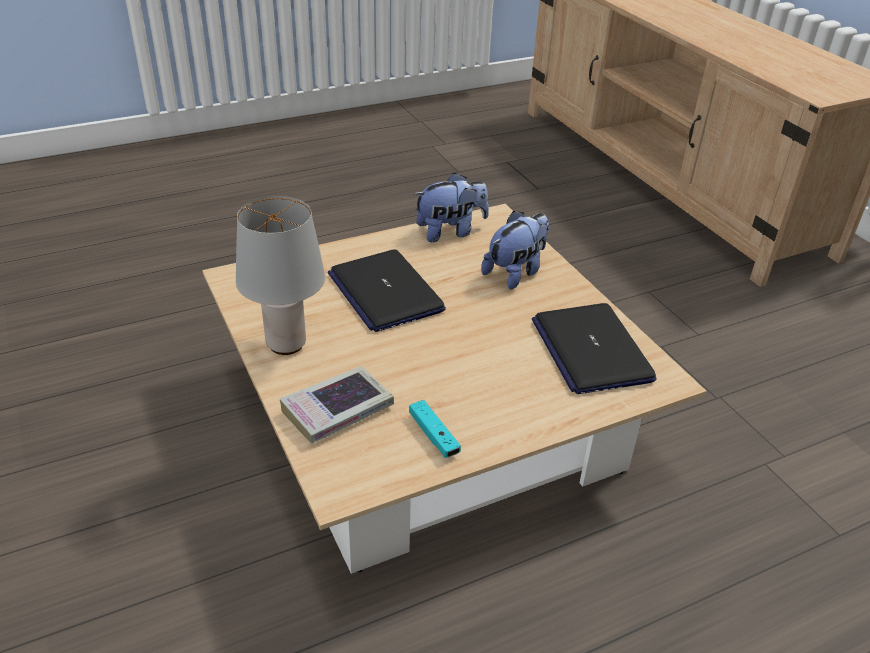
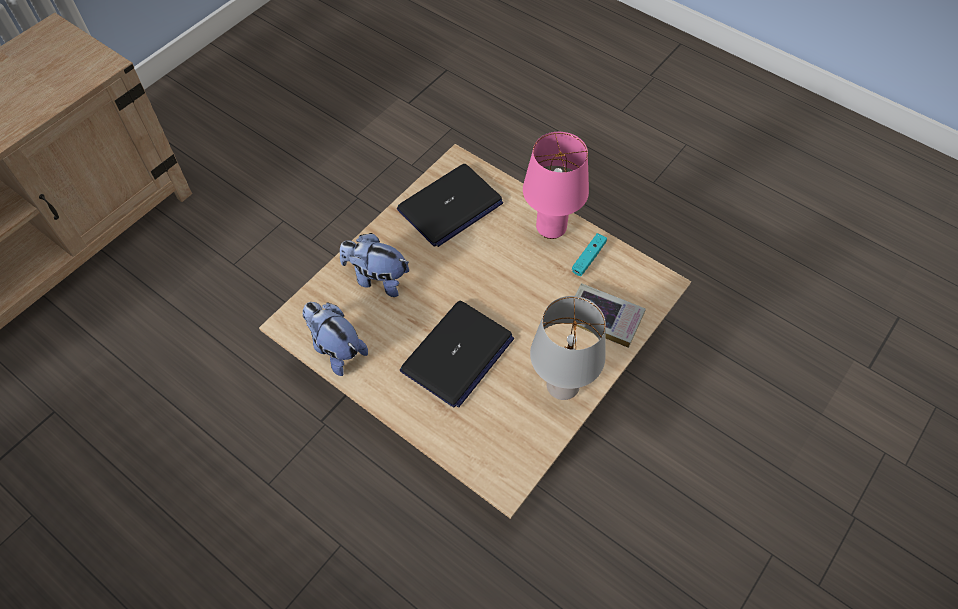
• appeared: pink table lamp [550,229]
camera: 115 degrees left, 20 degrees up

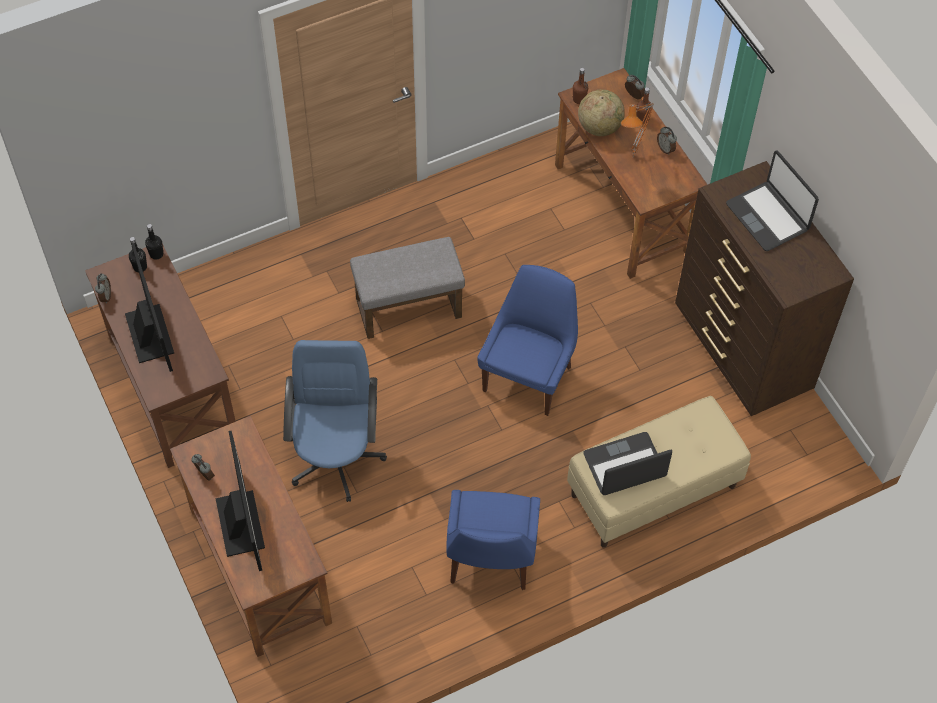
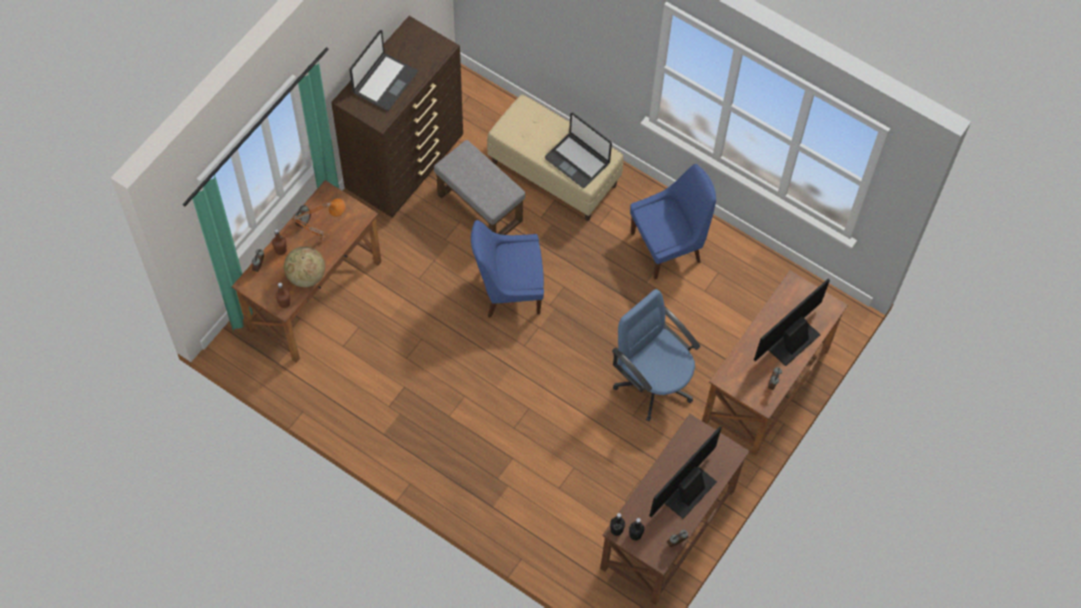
• spun: blue office chair [336,457] = [653,382] 75 degrees clockwise
• relocated: grey ottoman [407,309] to [481,208]
camera: 120 degrees left, 5 degrees up

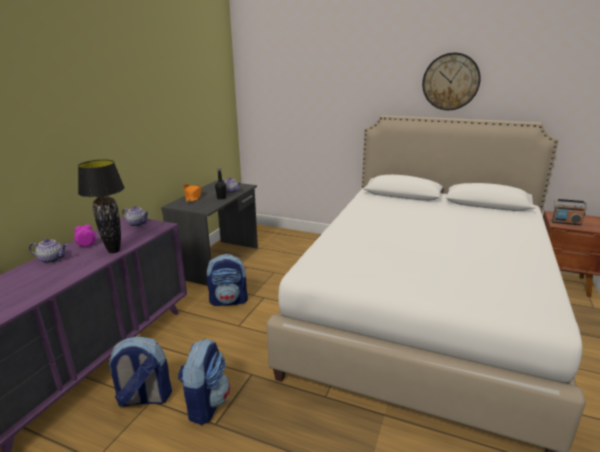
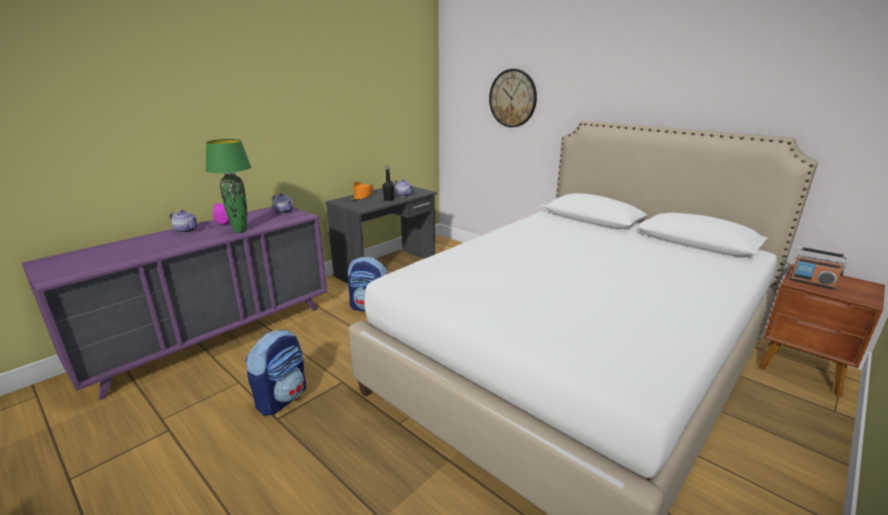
• colour: black table lamp [114,251] to green table lamp [240,231]
• missing: backpack [144,398]
• relocated: wall clock [450,81] to [513,98]
camera: 20 degrees right, 0 degrees up

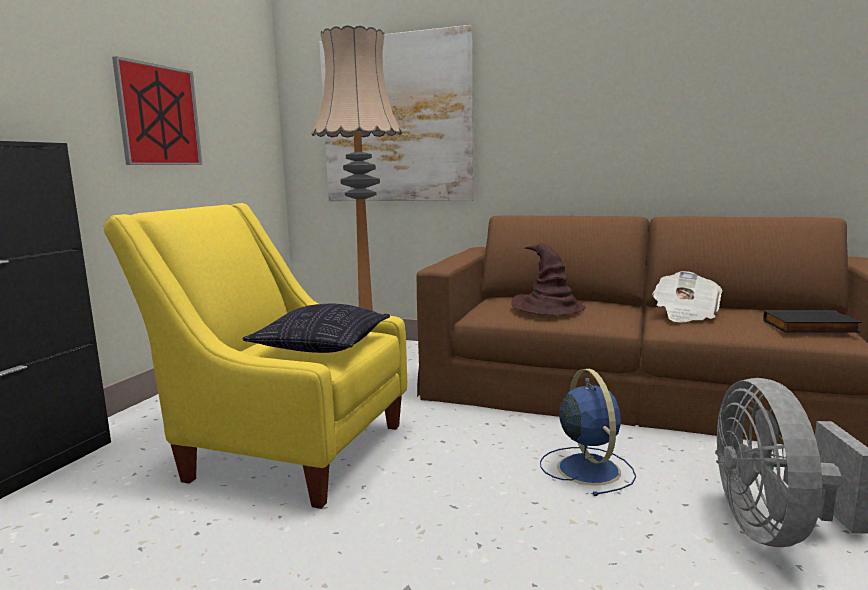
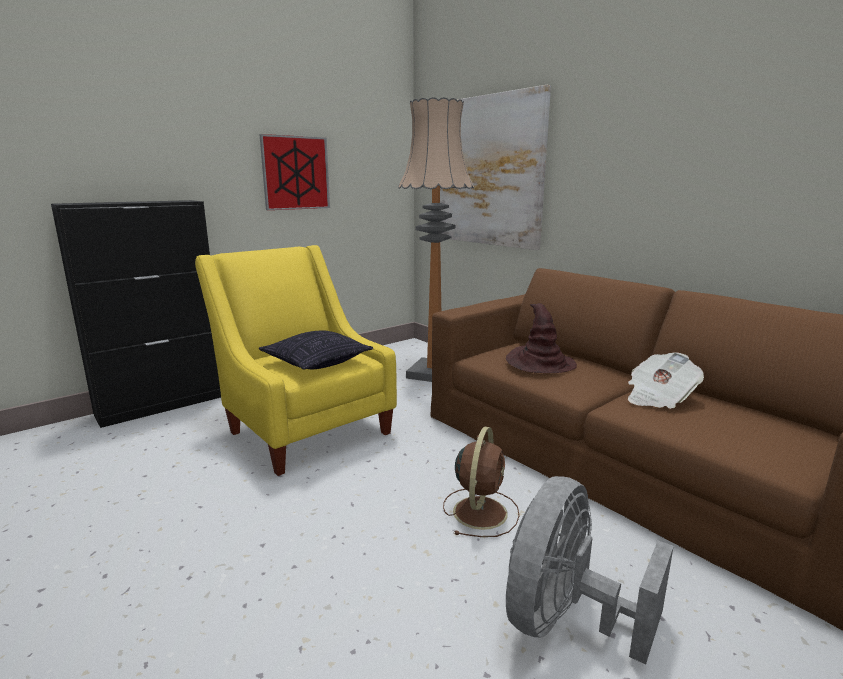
• colour: blue fan [587,468] to brown fan [480,511]
• missing: black book [810,327]
camera: 30 degrees right, 5 degrees up

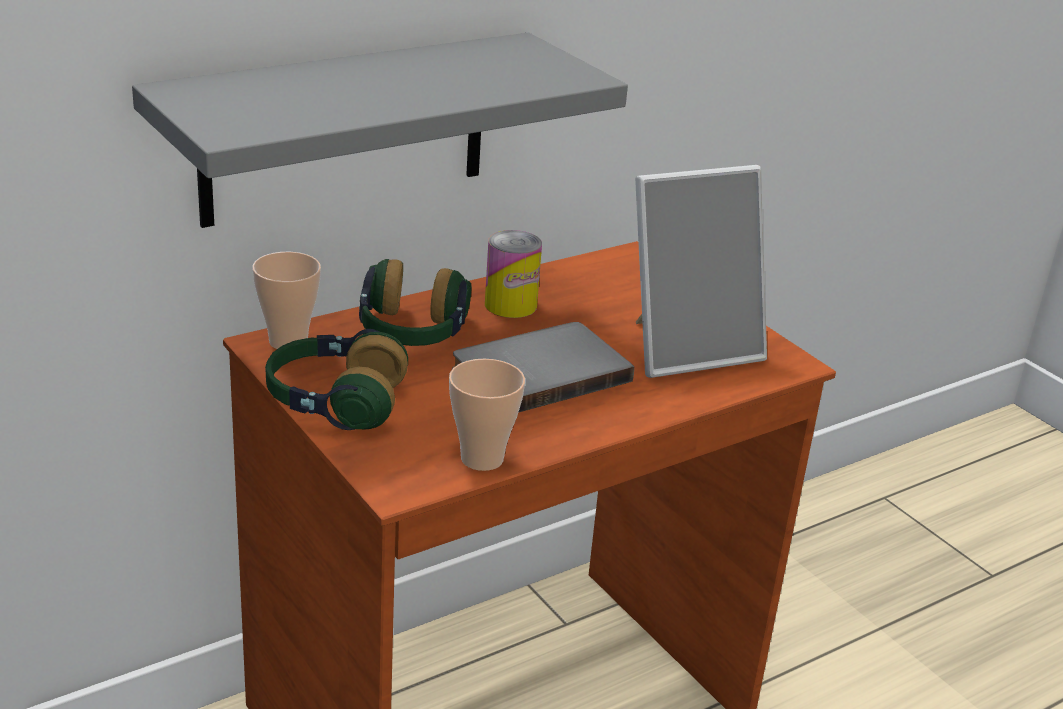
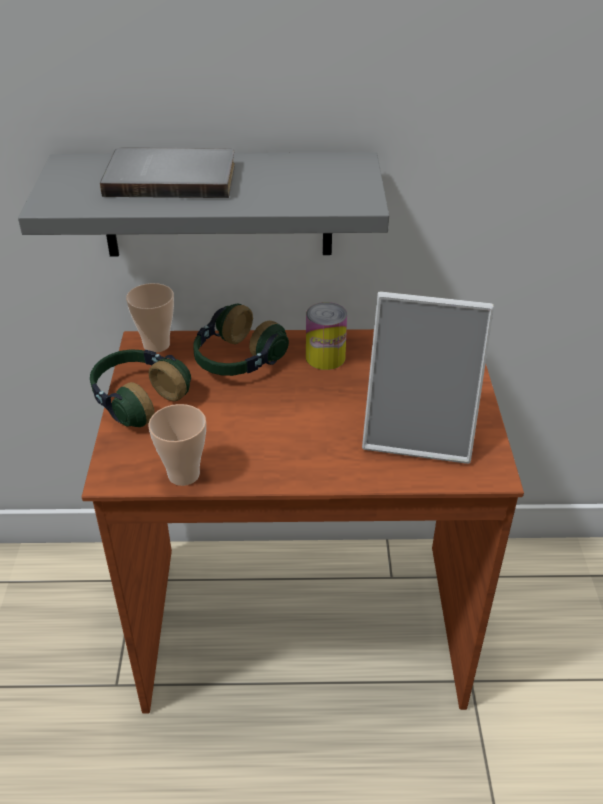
• relocated: grey book [538,372] to [171,177]
camera: 35 degrees right, 10 degrees up

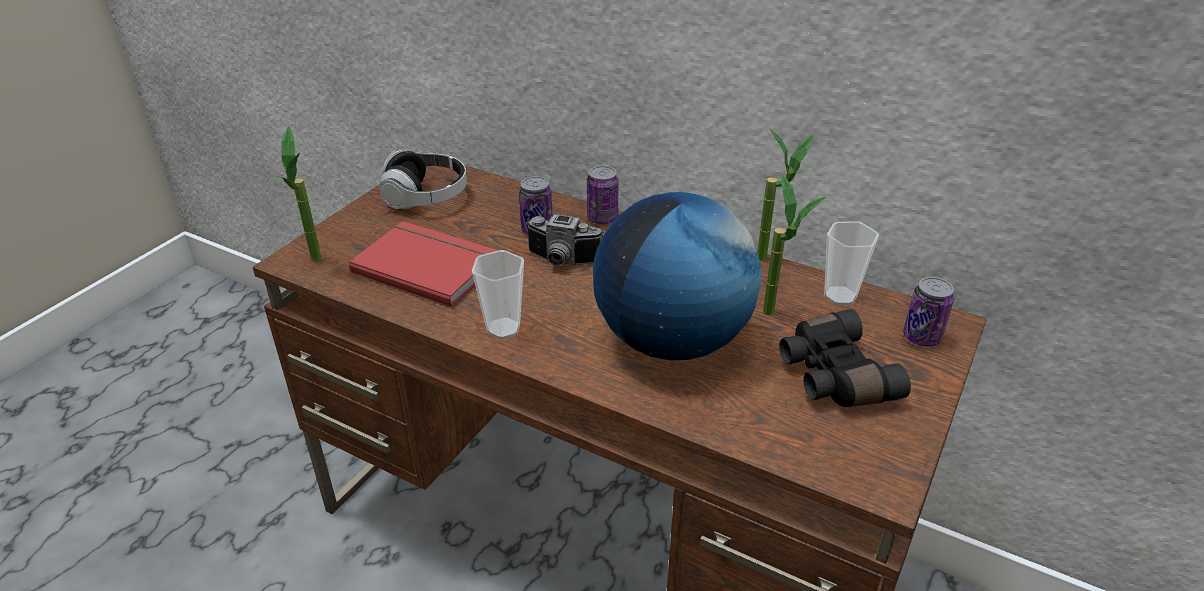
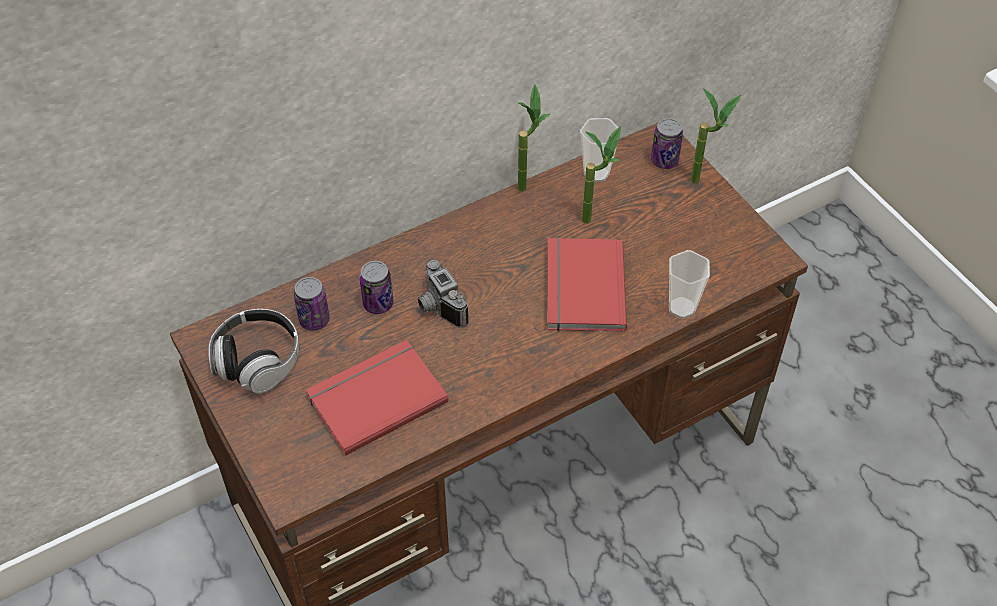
• relocated: potted plant [317,264] to [704,181]
• relocated: cup [503,329] to [681,308]
• spun: photo camera [562,262] = [438,307] 105 degrees clockwise
• relocated: can [602,218] to [314,320]
• exchanged: globe [672,341] to red book [581,288]
• missing: black binoculars [832,376]
camera: 60 degrees left, 15 degrees up

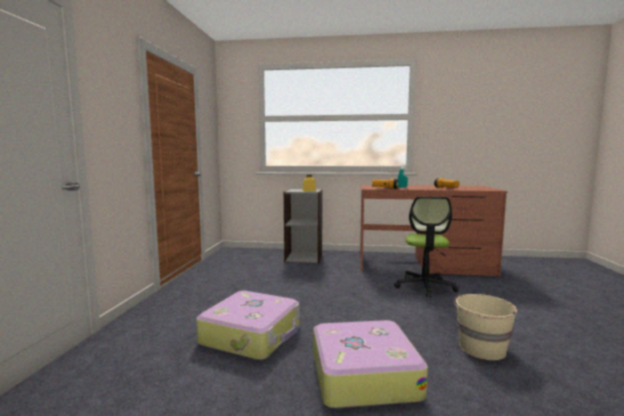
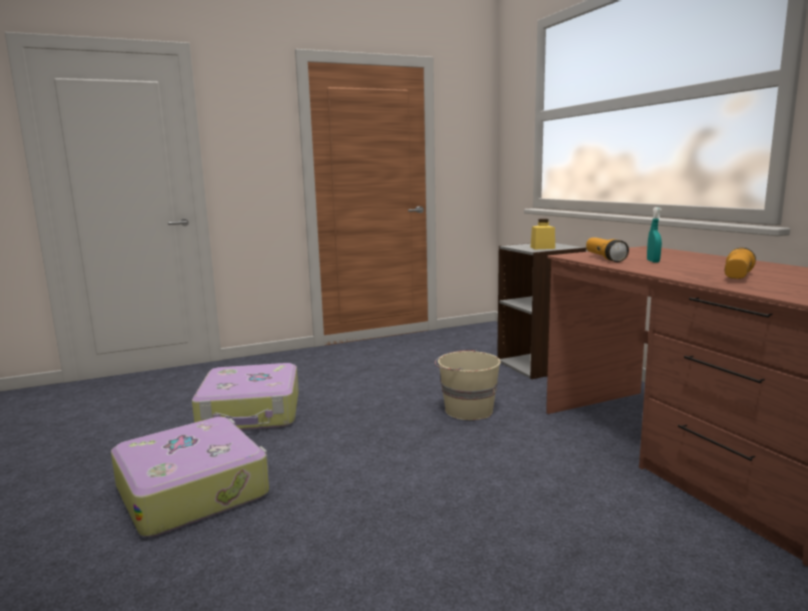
• missing: office chair [425,286]
• relocated: beige bucket [482,349] to [467,410]
camera: 60 degrees right, 5 degrees up

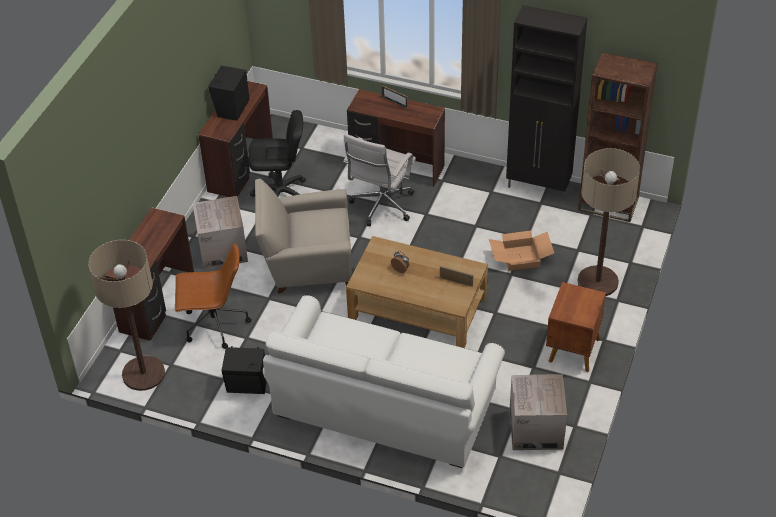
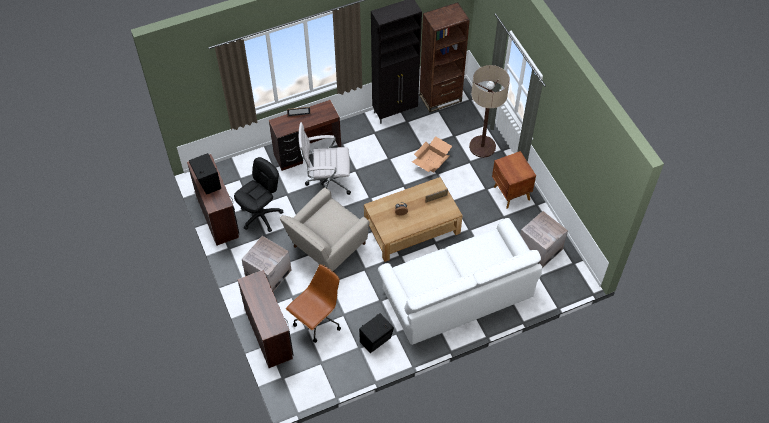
• missing: floor lamp [143,373]
• spun: white office chair [381,207] = [327,183] 105 degrees clockwise
camera: 45 degrees left, 10 degrees up

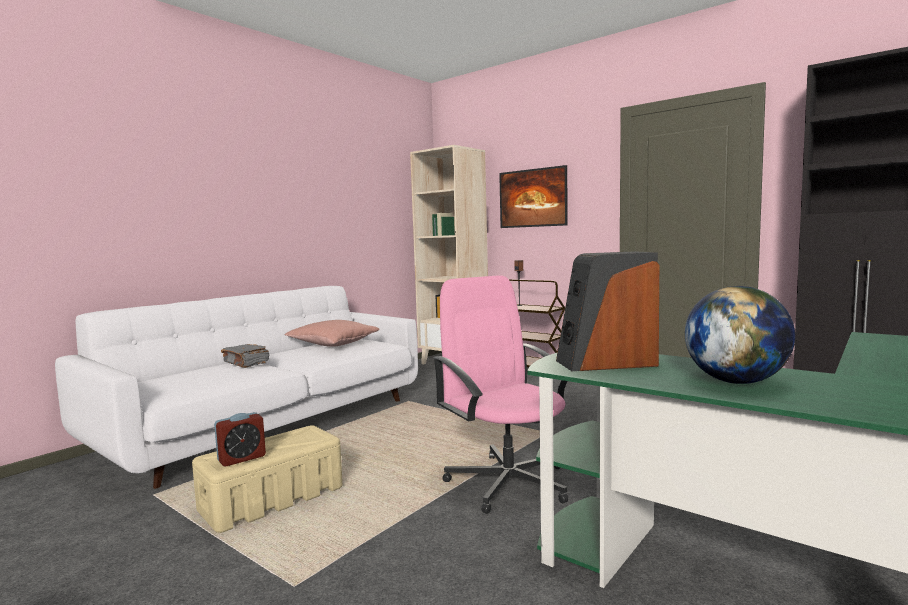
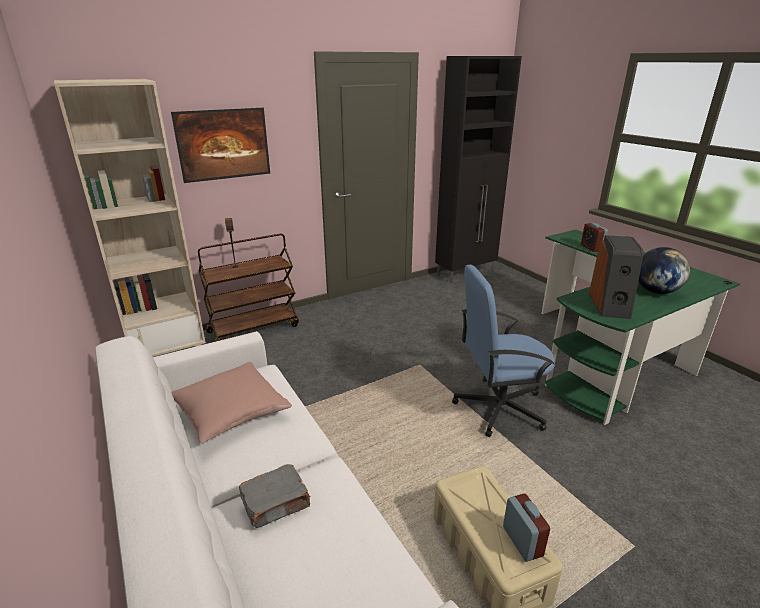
• colour: pink office chair [508,481] to blue office chair [498,407]
• appeared: alarm clock [591,248]
camera: 70 degrees left, 20 degrees up

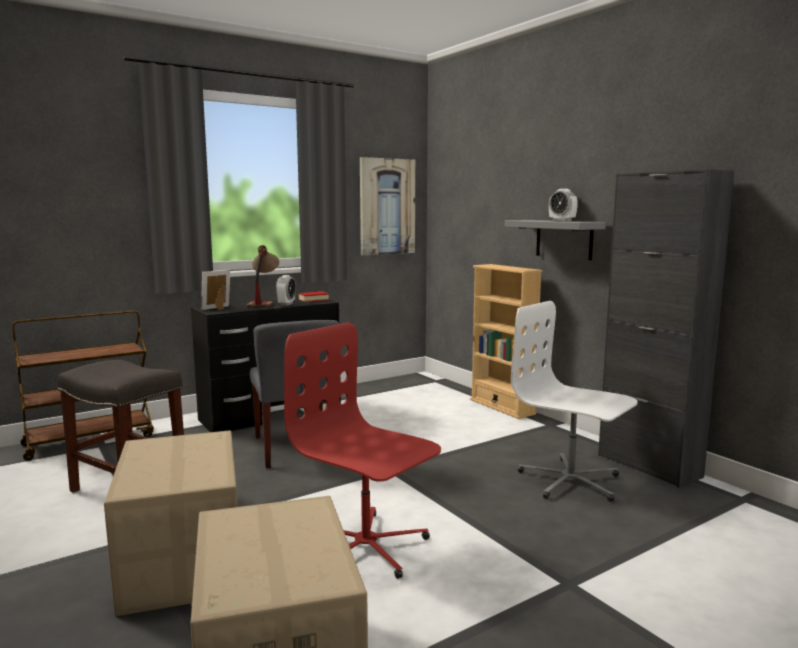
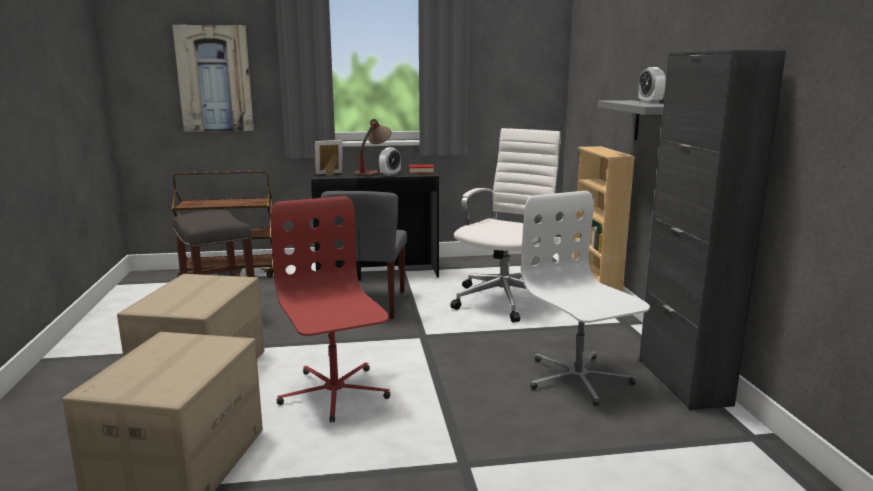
• relocated: picture [387,206] to [214,79]
• appeared: white office chair [506,299]
camera: 25 degrees right, 5 degrees up

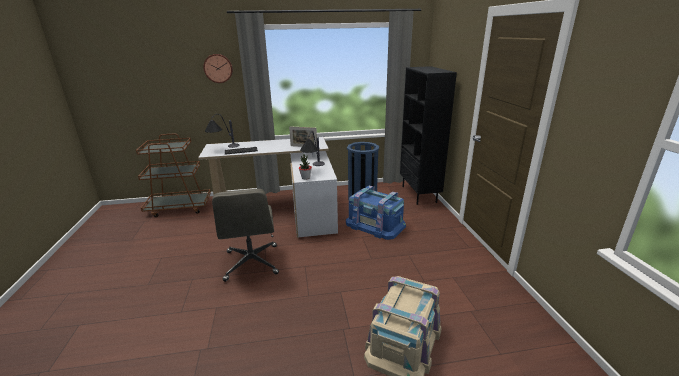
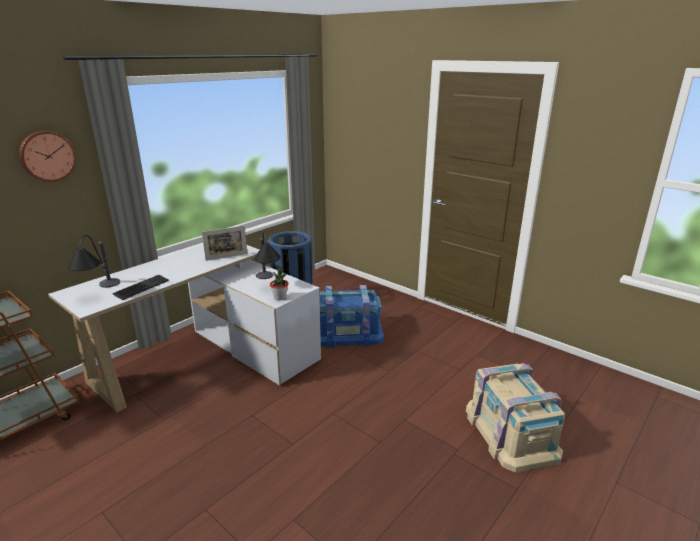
• missing: grey office chair [252,263]
• missing: black bookcase [419,194]
camera: 40 degrees left, 0 degrees up

